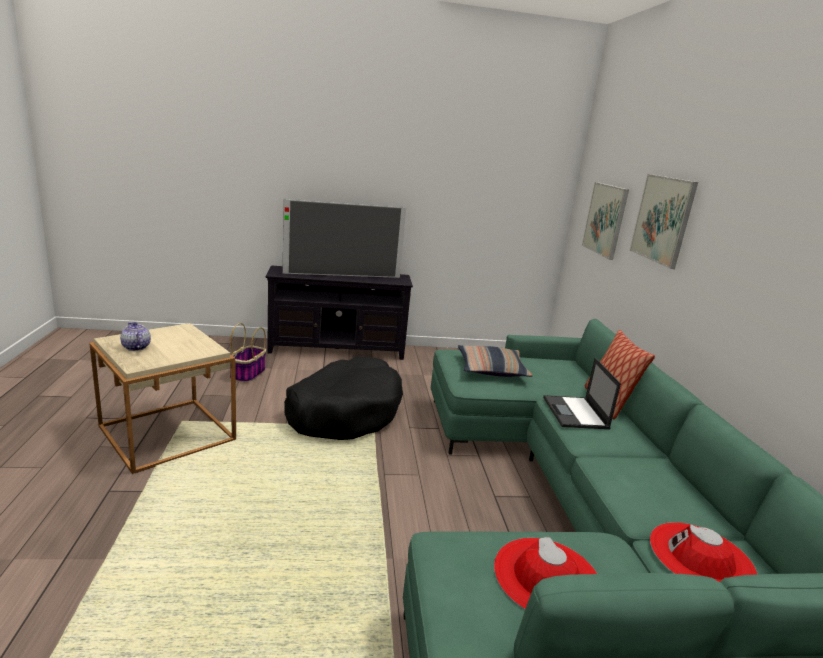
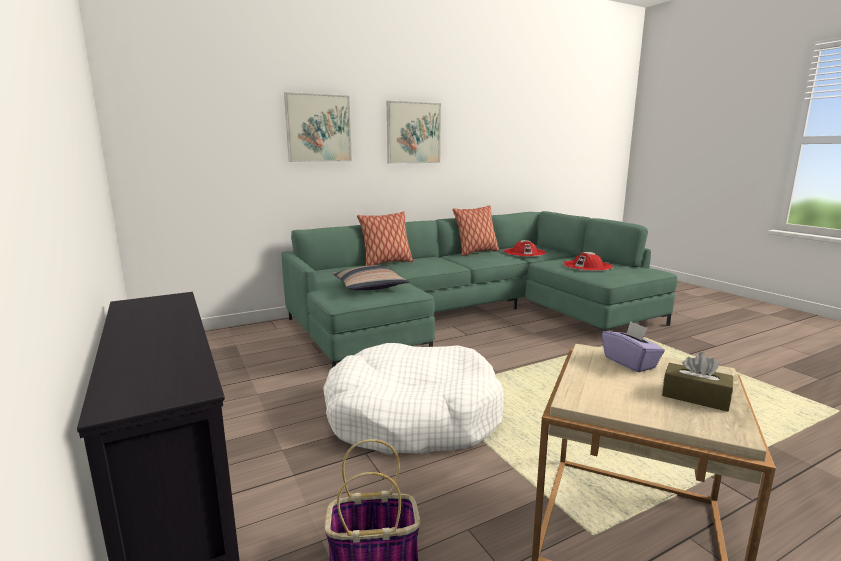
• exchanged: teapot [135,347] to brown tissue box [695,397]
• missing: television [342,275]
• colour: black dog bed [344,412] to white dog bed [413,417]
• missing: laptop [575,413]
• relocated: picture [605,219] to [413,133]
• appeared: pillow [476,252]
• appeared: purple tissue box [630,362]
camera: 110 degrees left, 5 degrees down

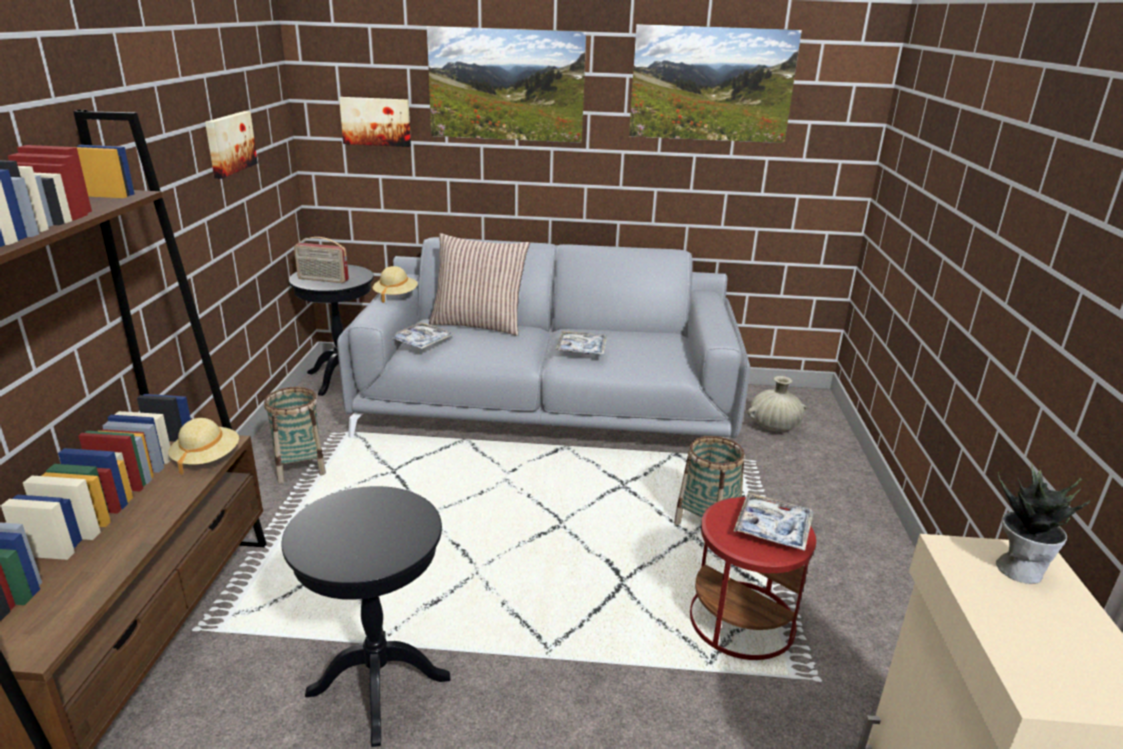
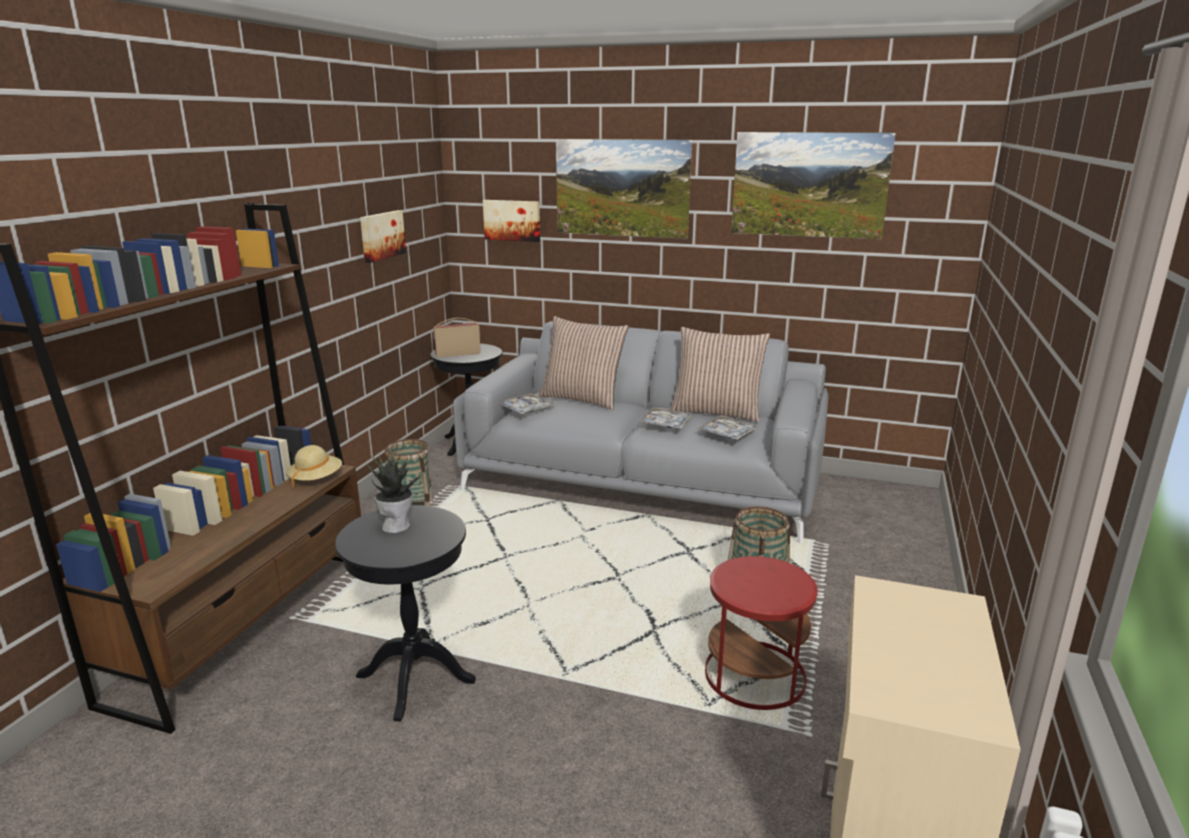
• spun: radio [323,280] = [458,354] 135 degrees clockwise
• missing: beige hat [395,296]
• relocated: tray [772,529] to [728,433]
• missing: beige vase [773,426]
• relocated: potted plant [1019,568] to [397,525]
• appeared: pillow [716,412]
camera: 15 degrees right, 5 degrees down

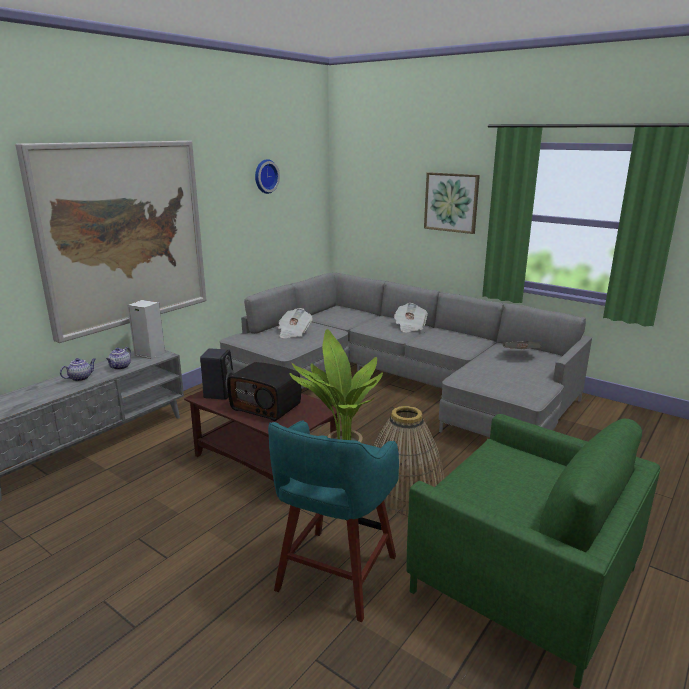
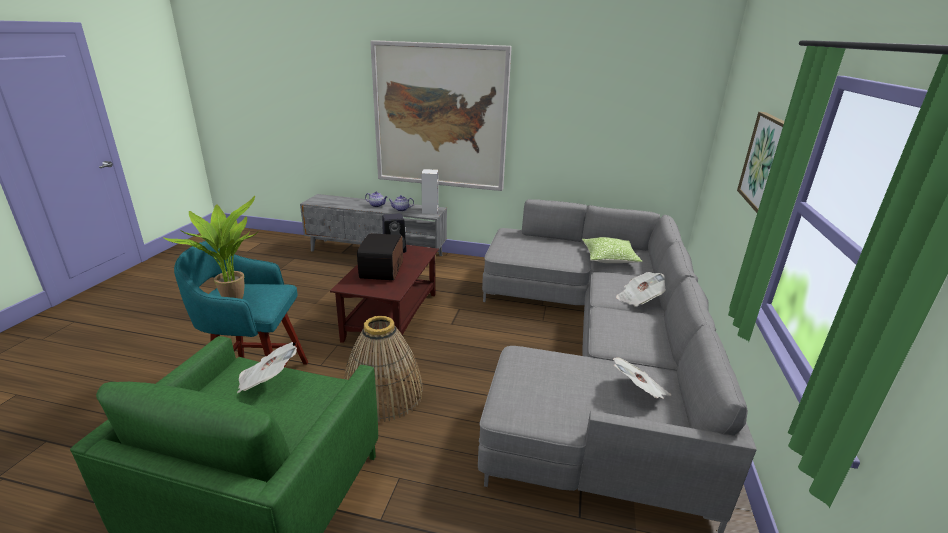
• missing: wall clock [265,176]
• relocated: newspaper [294,333] to [267,380]
• appeared: pillow [609,258]
camera: 65 degrees right, 5 degrees up

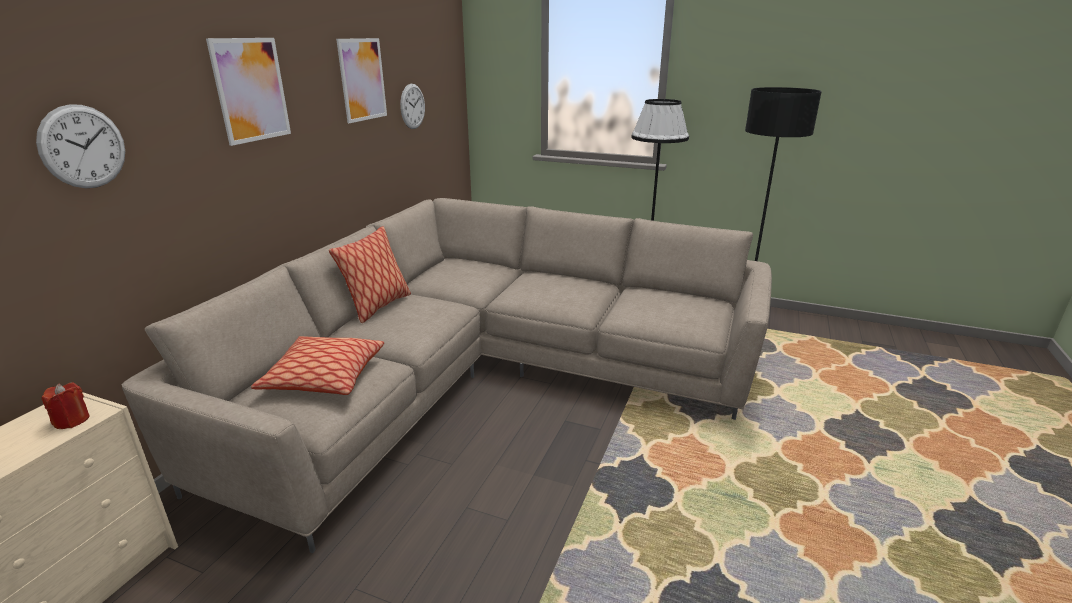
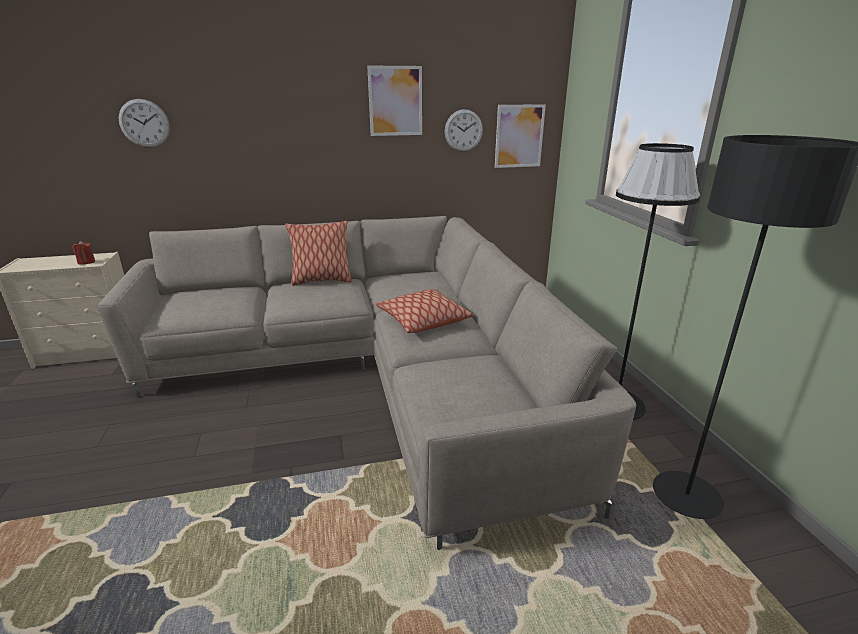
• relocated: picture [251,90] to [519,136]
• relocated: pillow [324,377] to [423,320]
camera: 55 degrees right, 0 degrees up

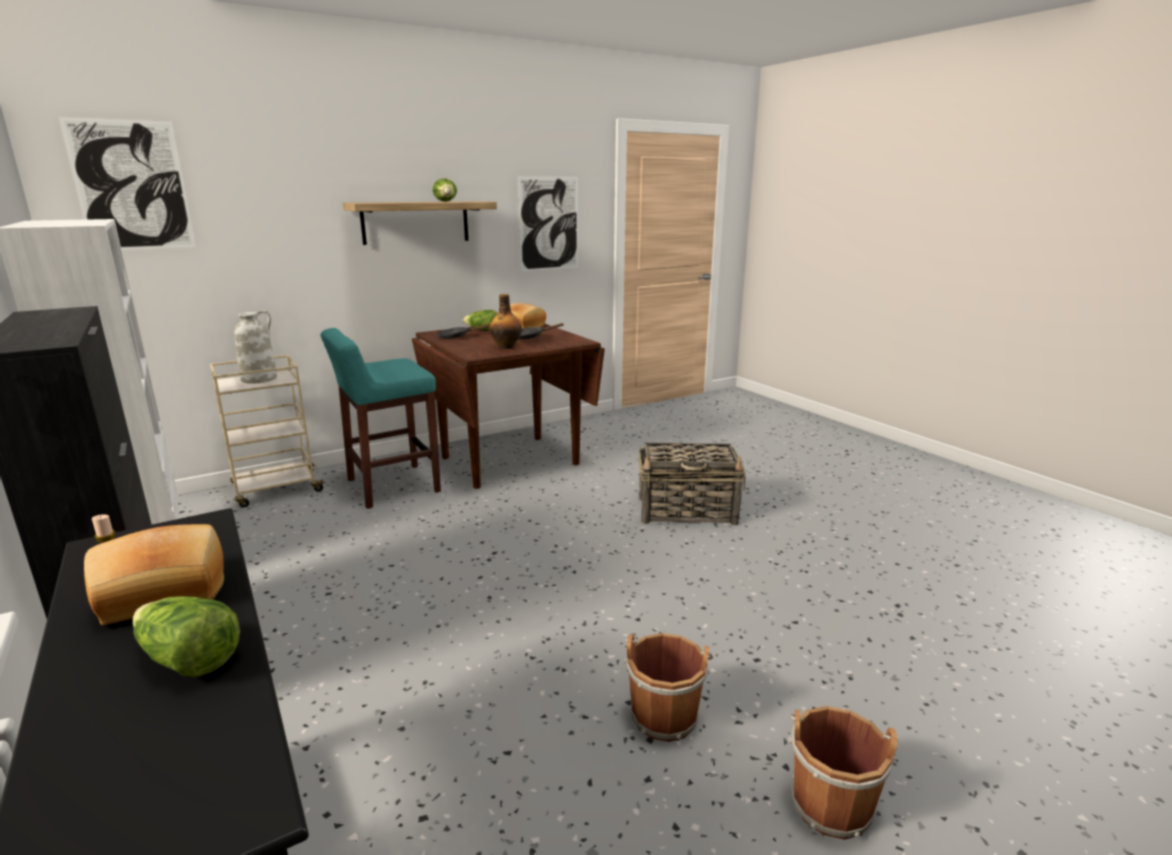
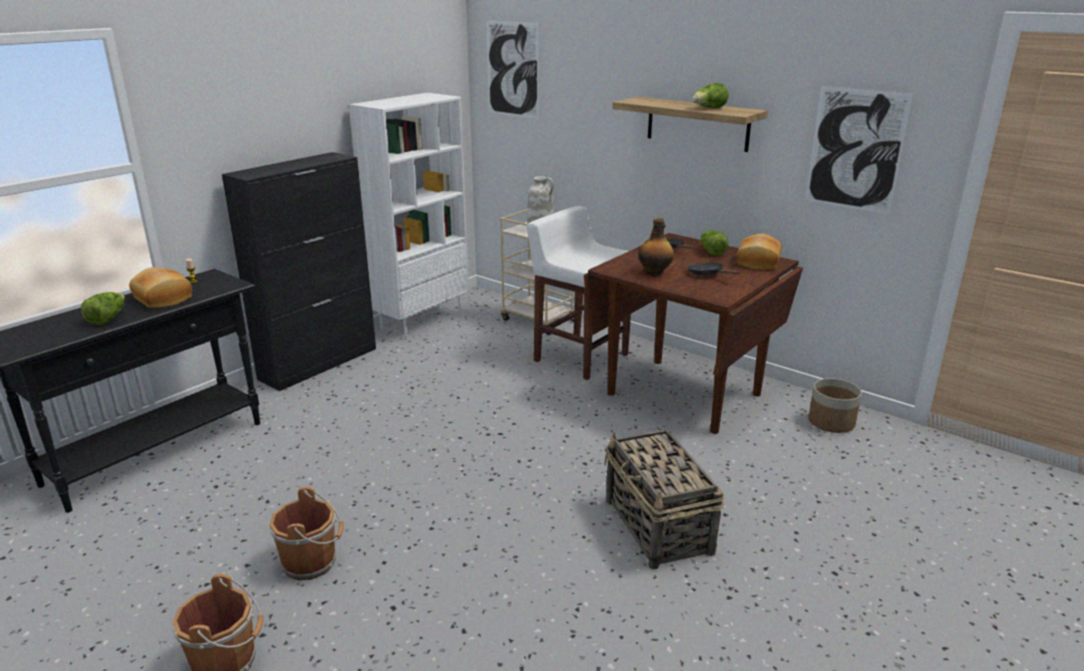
• colour: turquoise stool [391,486] to white stool [580,357]
• appeared: planter [831,422]
camera: 70 degrees right, 5 degrees up

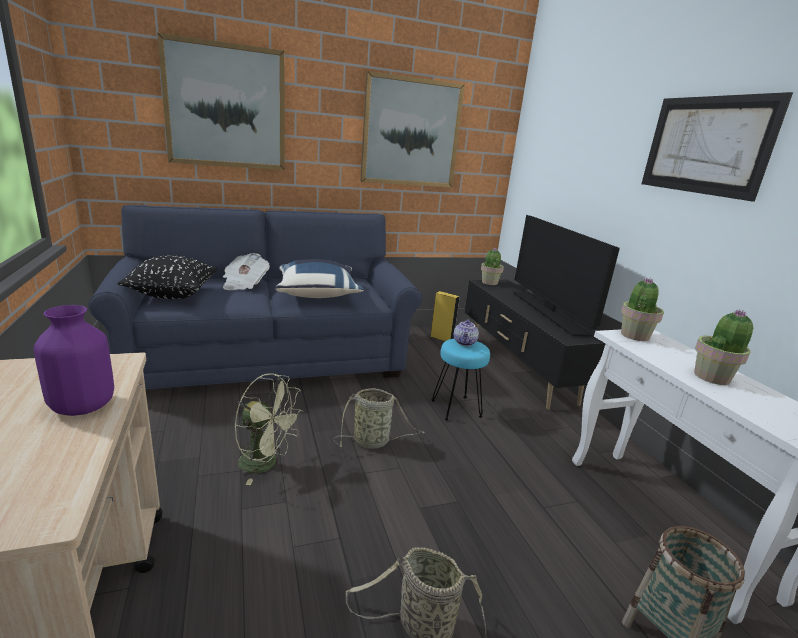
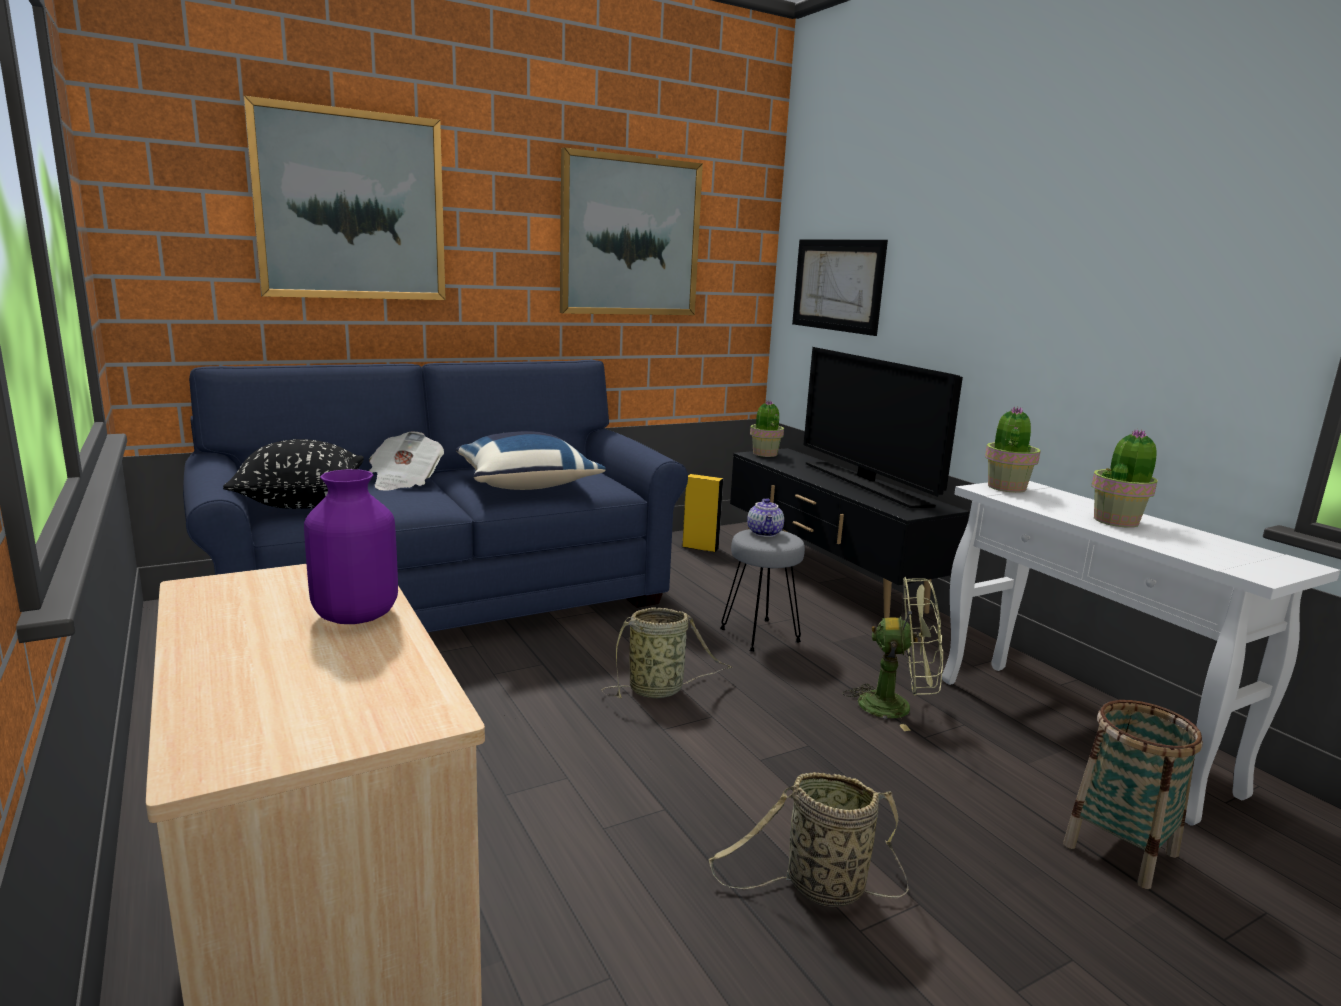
• relocated: green fan [266,463] to [896,706]
• colour: turquoise stool [457,408] to grey stool [760,635]
• relocated: picture [706,145] to [837,285]
camera: 10 degrees left, 5 degrees down

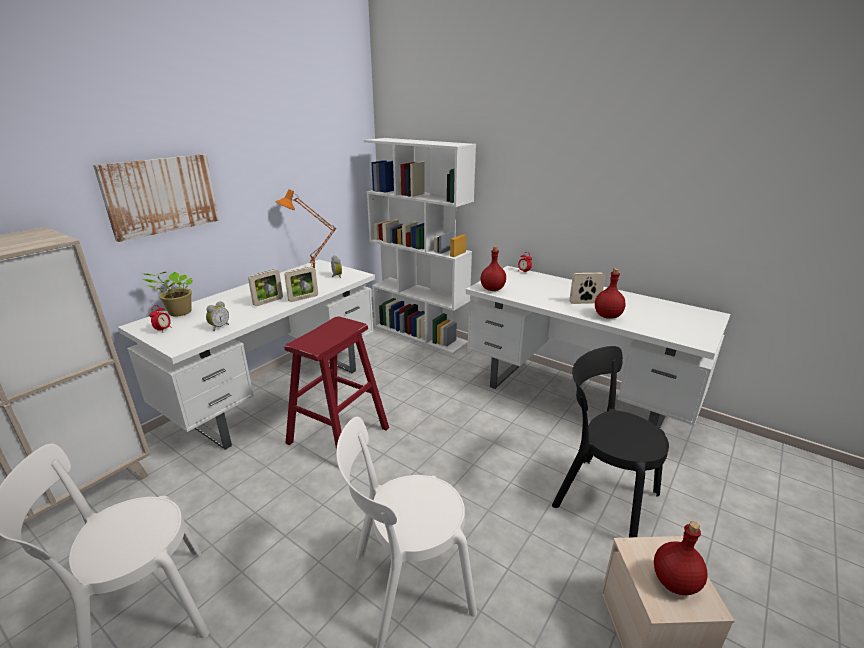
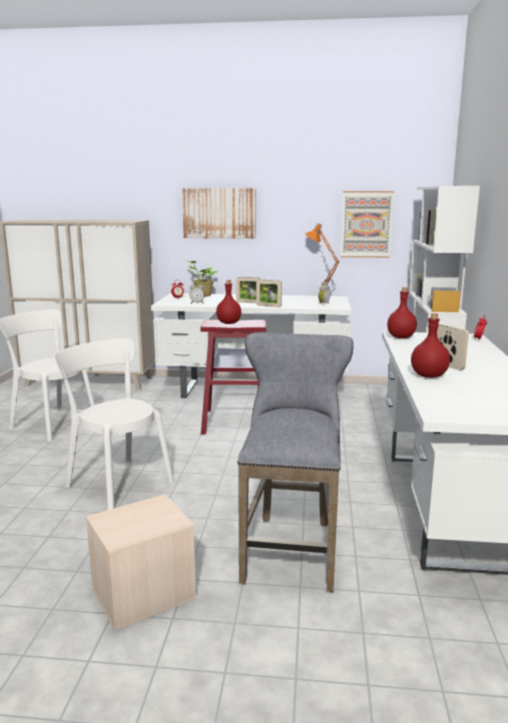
• exchanged: black chair [601,496] to grey stool [291,546]
• relocated: red bottle [675,582] to [229,323]
• appeared: picture [366,224]
camera: 60 degrees right, 10 degrees down

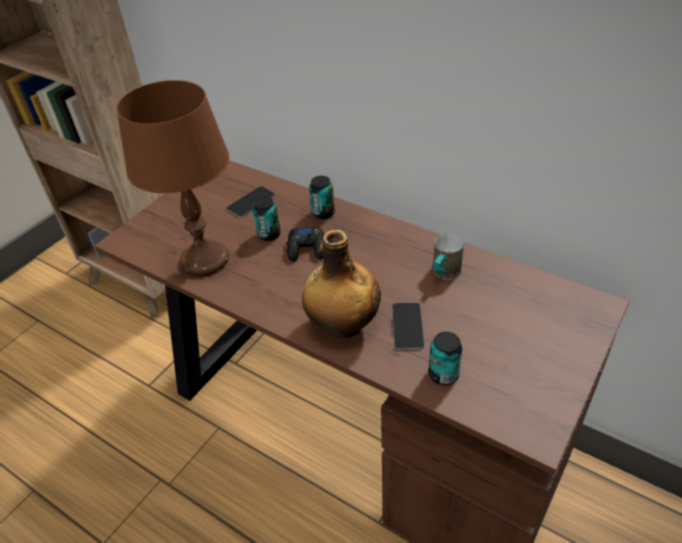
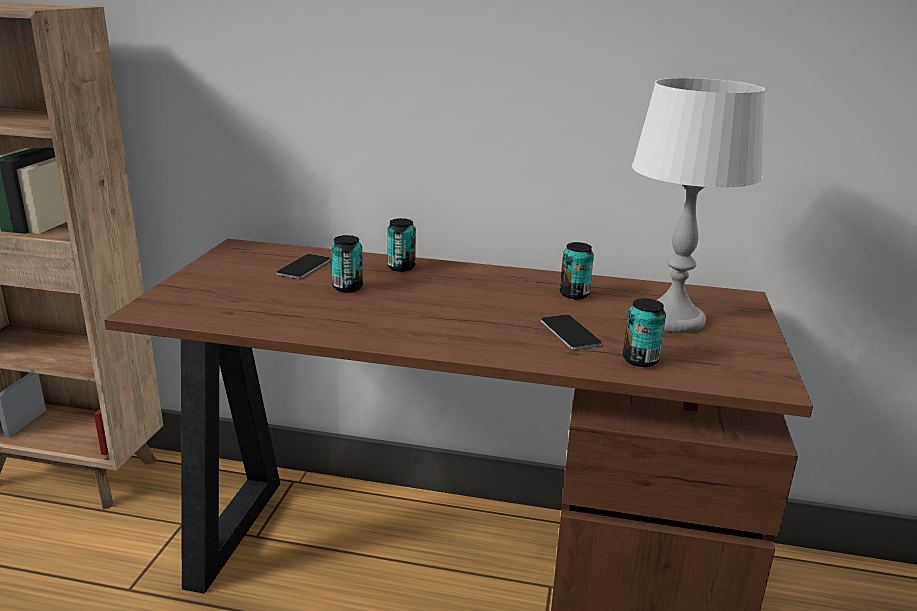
• missing: brown table lamp [204,260]
• missing: black game controller [307,248]
• missing: bottle [343,325]
• exchanged: mug [443,274] to can [574,294]
• appeared: grey table lamp [672,319]
camera: 25 degrees left, 20 degrees down

